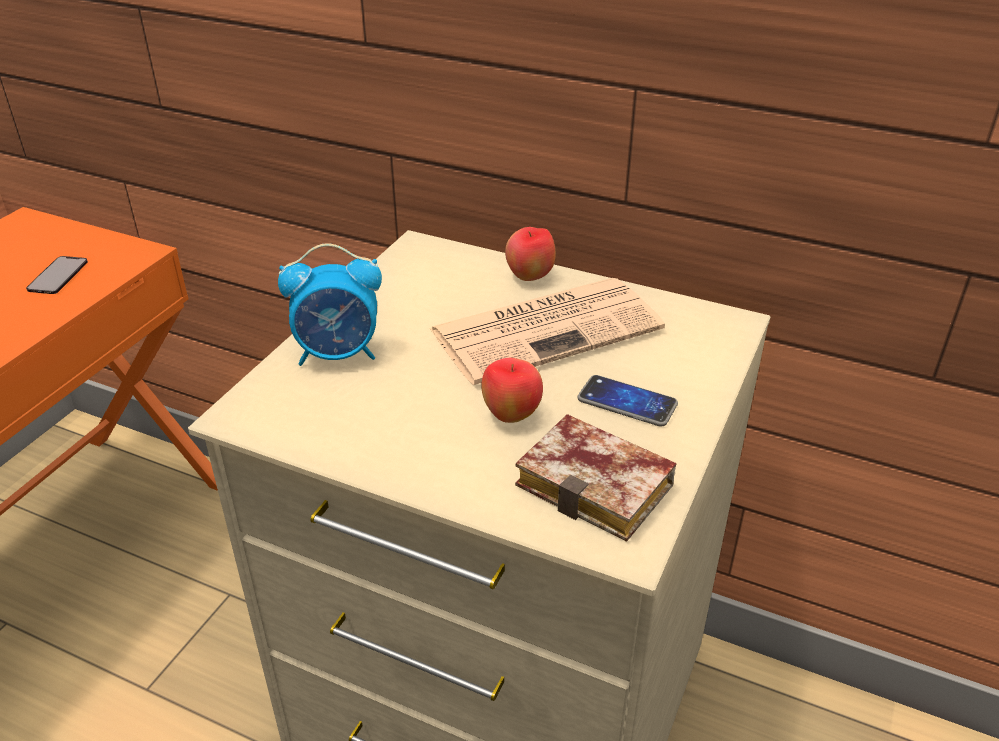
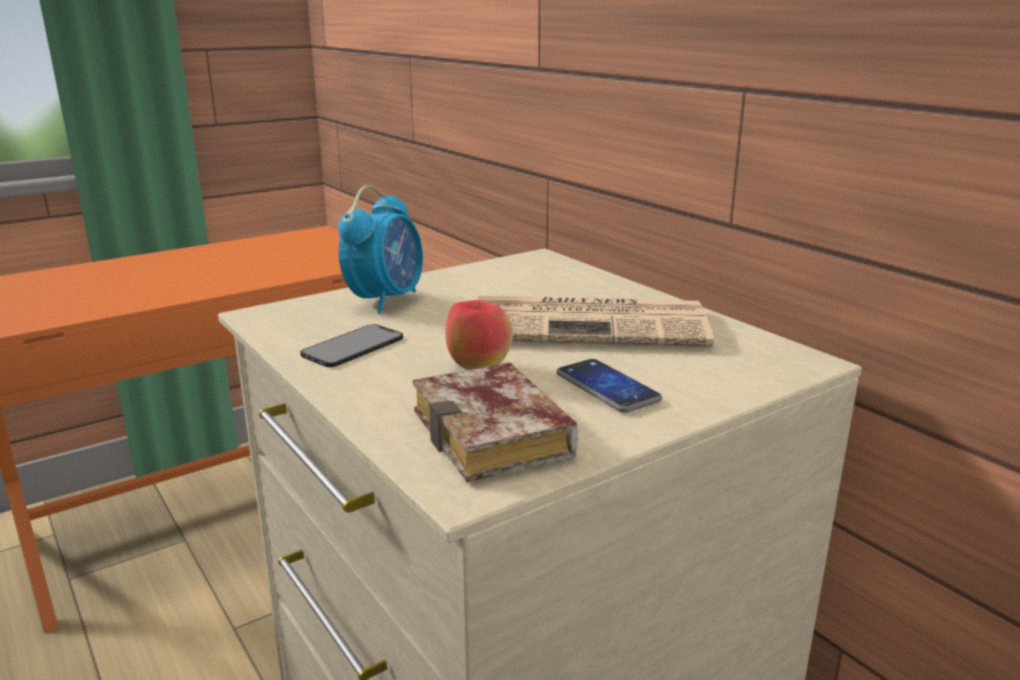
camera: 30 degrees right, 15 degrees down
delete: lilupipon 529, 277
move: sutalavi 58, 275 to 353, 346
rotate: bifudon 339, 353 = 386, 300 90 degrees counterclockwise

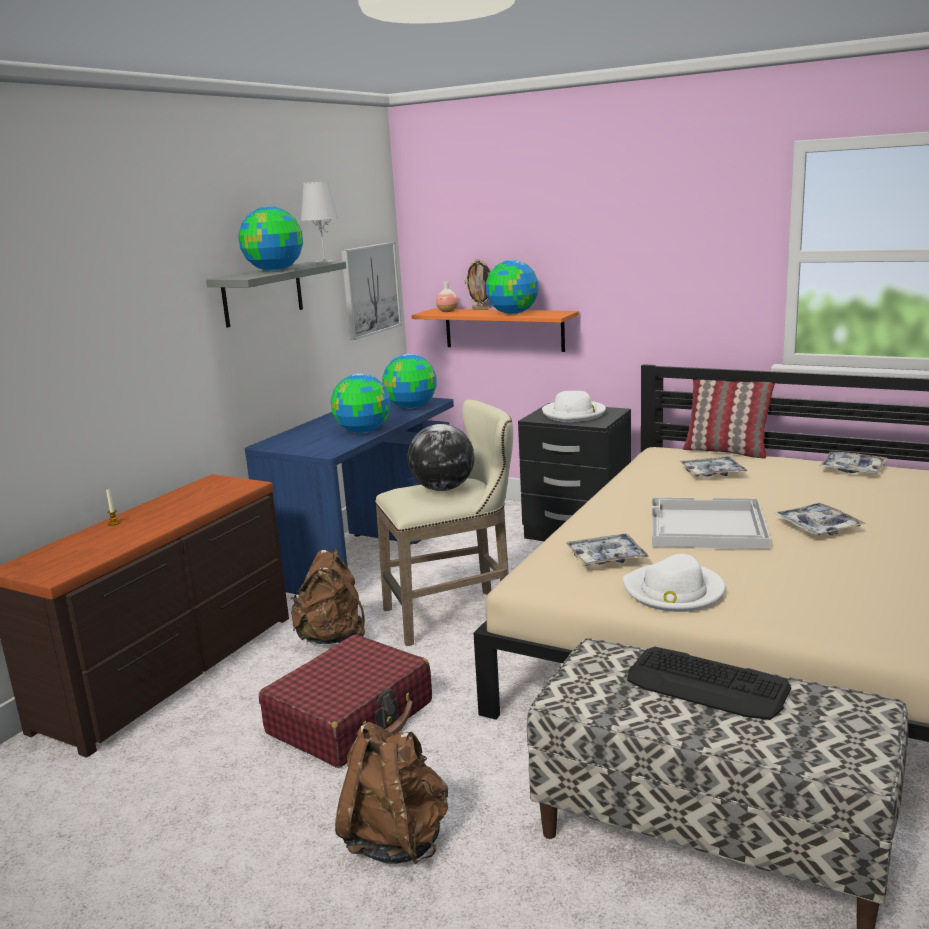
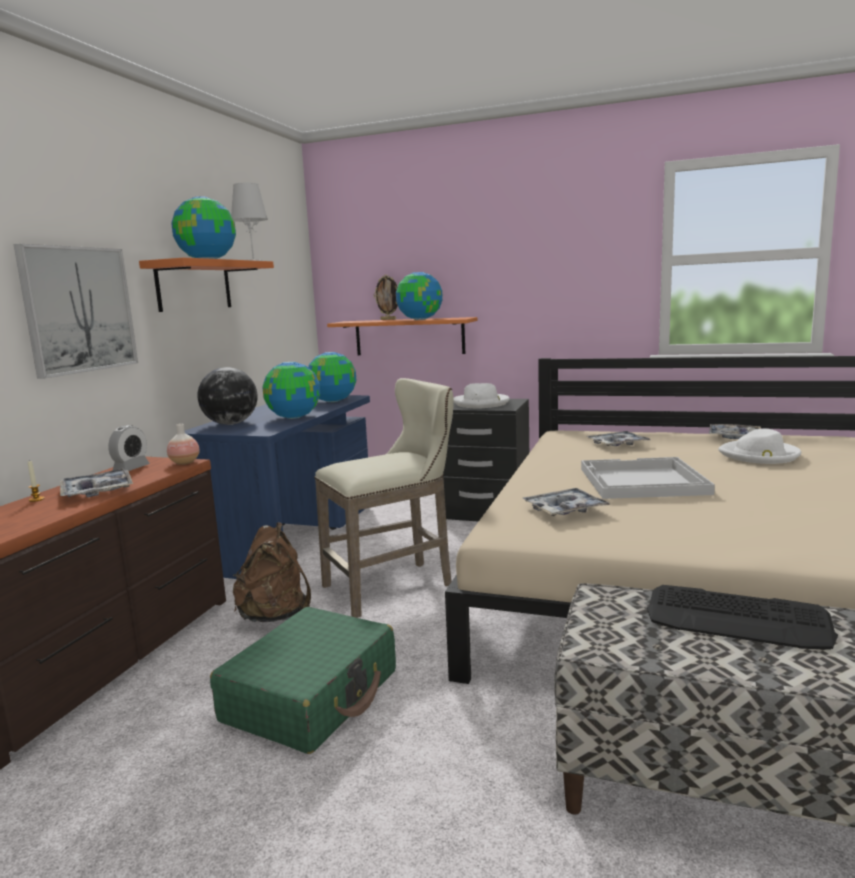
camera: 10 degrees left, 5 degrees down
delete: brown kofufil 396, 839; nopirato 726, 451
insert: bifudon 131, 468
move: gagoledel 370, 289 to 78, 309; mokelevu 817, 527 to 97, 491; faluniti 447, 311 to 184, 462; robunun 443, 489 to 231, 424; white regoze 673, 592 to 759, 455
recolor: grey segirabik 263, 294 to orange segirabik 194, 286; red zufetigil 351, 718 to green zufetigil 312, 696

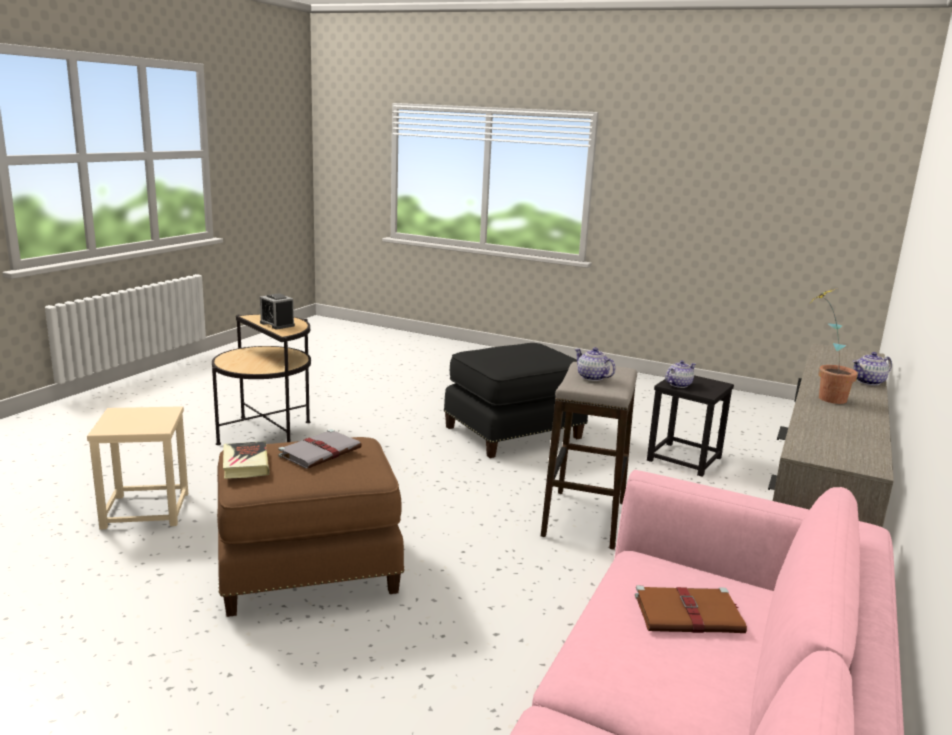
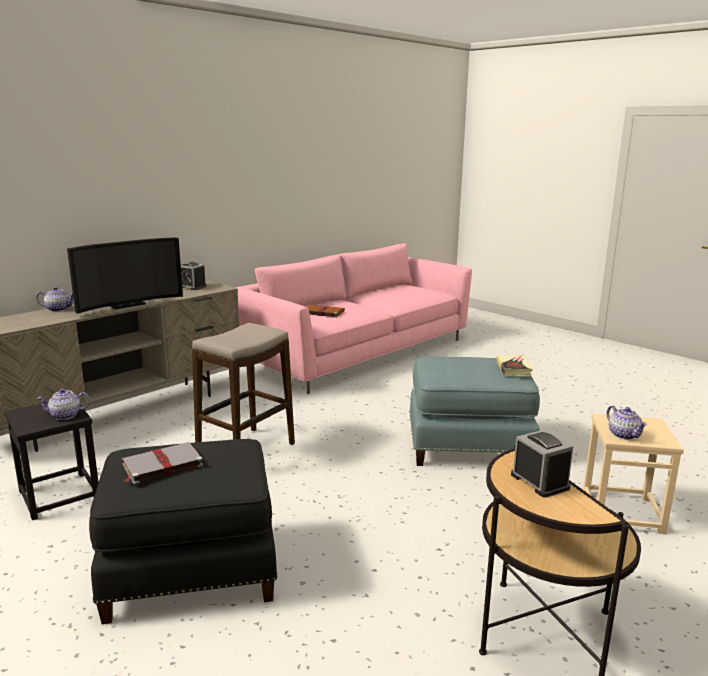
camera: 160 degrees left, 0 degrees up
insert: bifudon 191, 287
move: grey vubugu 321, 452 to 161, 465; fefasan 592, 377 to 623, 434
replace: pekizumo 823, 397 to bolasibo 126, 304
recolor: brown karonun 308, 571 to blue karonun 468, 445

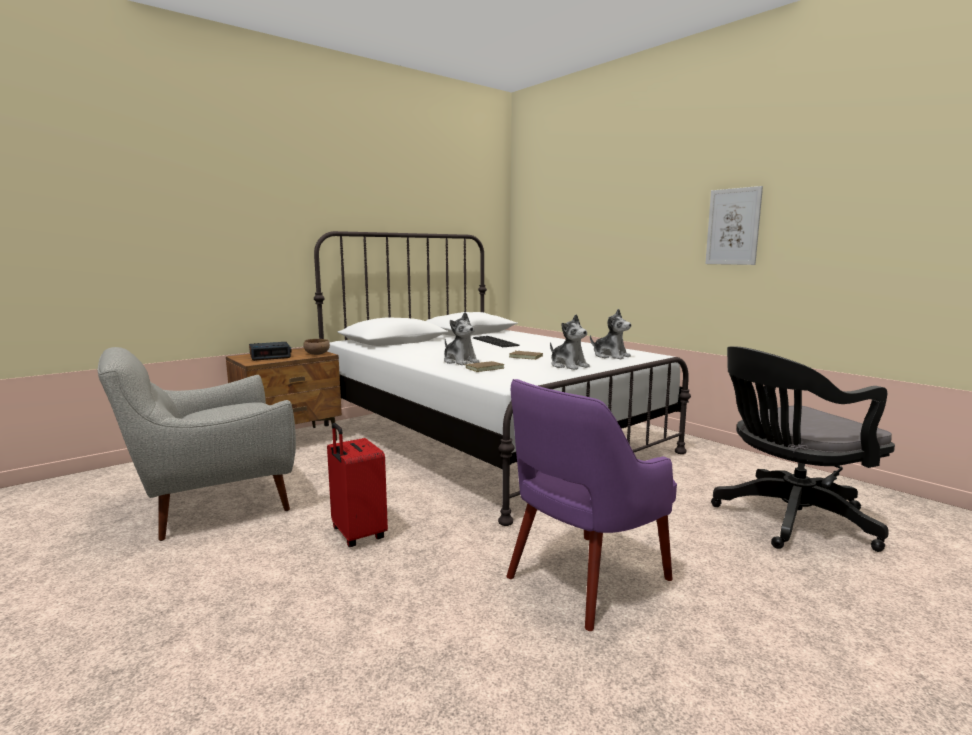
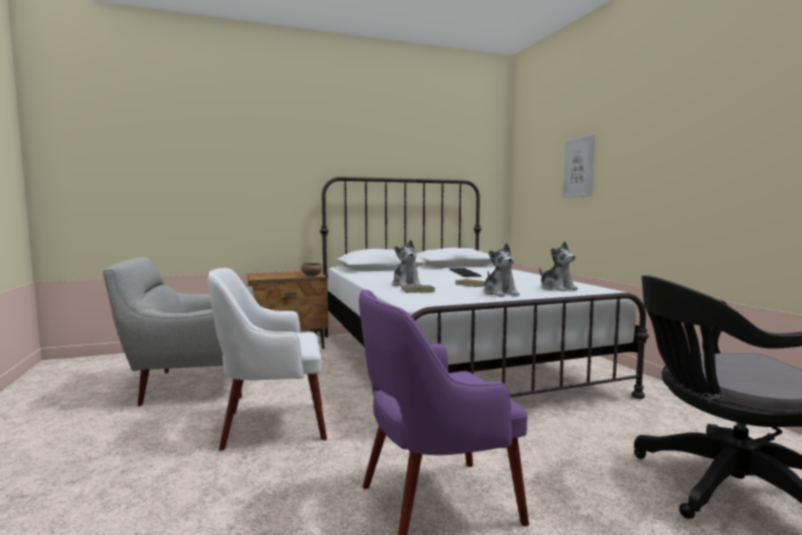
camera: 20 degrees right, 5 degrees down
delete: bifudon 270, 356
move: gagoledel 733, 226 to 578, 167
replace: red zufetigil 357, 535 to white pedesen 272, 425

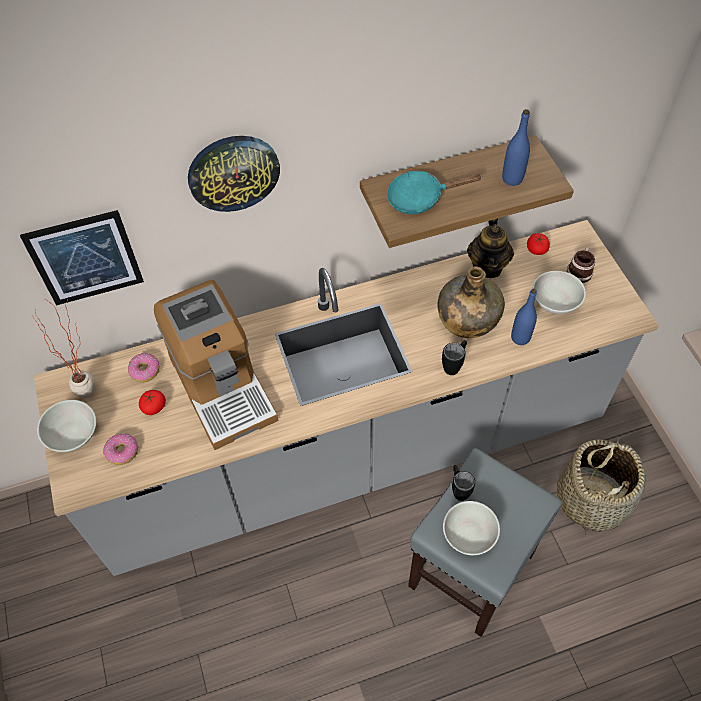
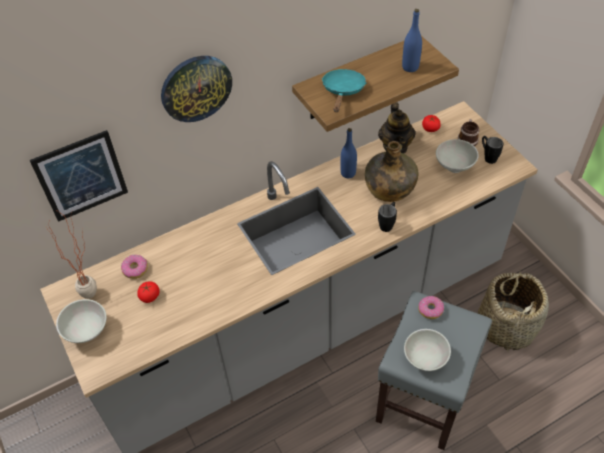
camera: 10 degrees left, 5 degrees down
delete: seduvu 222, 387
move: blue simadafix 520, 338 to 348, 173; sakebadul 122, 451 to 430, 310; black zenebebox 458, 489 to 487, 157
rotate: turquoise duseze 420, 198 = 343, 91 120 degrees clockwise

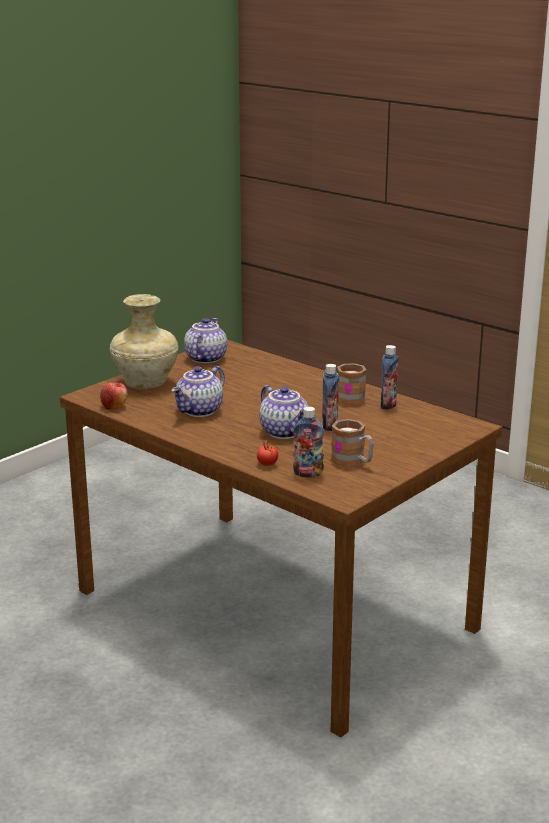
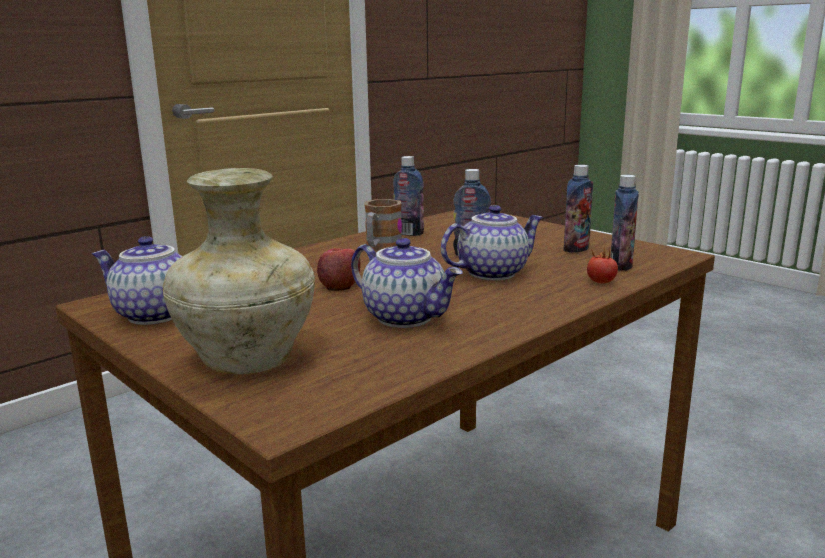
camera: 85 degrees left, 5 degrees down
move: lilupipon 114, 406 to 339, 285
replace: zenebebox 353, 461 to simadafix 576, 249

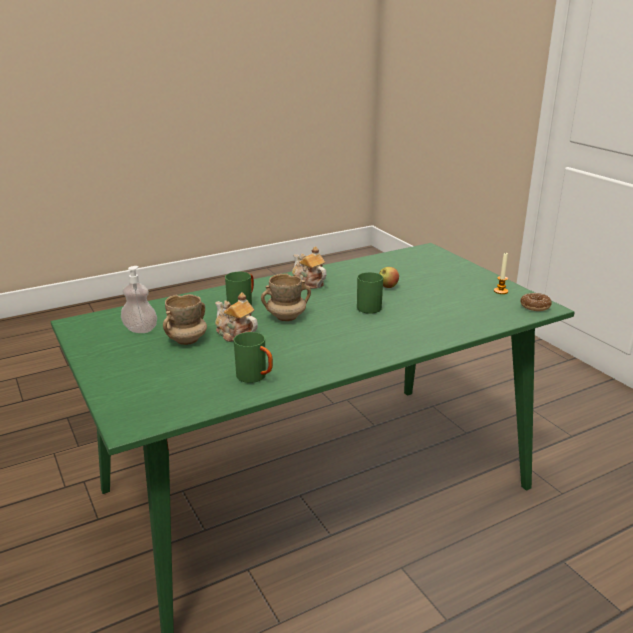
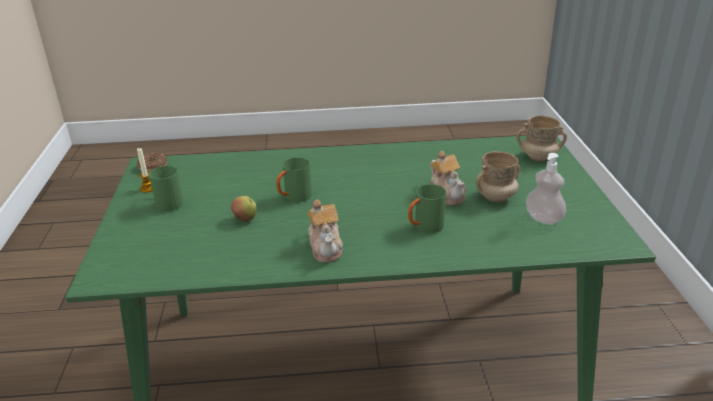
camera: 155 degrees left, 5 degrees up
move: green zenebebox 256, 377 to 168, 202; beige zenebebox 286, 317 to 538, 157

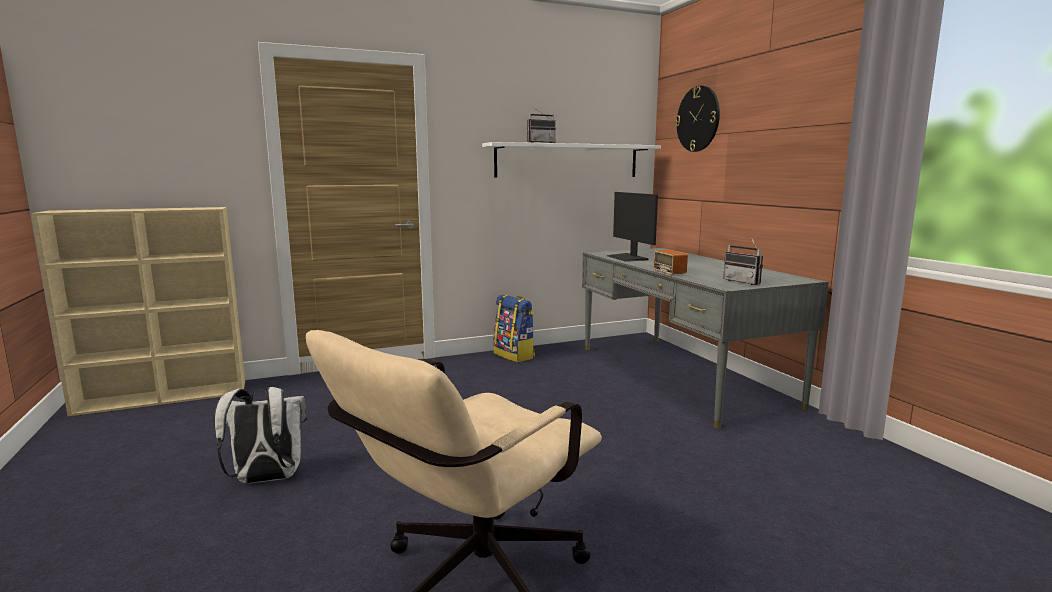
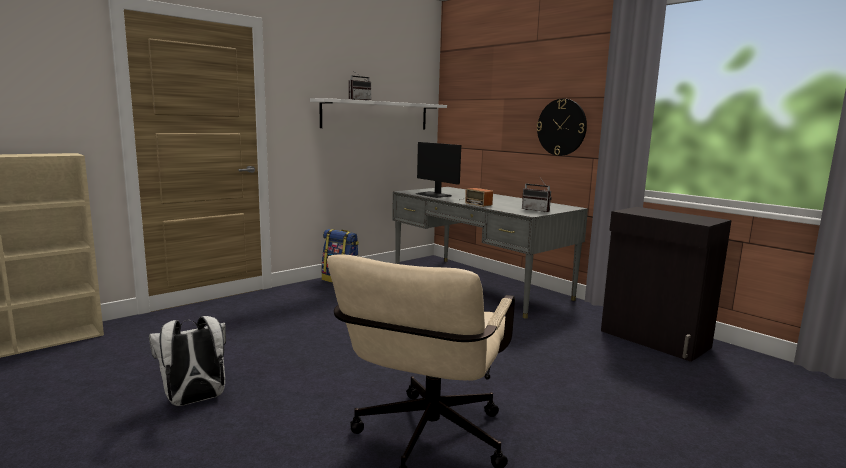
camera: 20 degrees left, 0 degrees up
insert: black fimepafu 654, 339
move: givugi 698, 119 to 561, 127

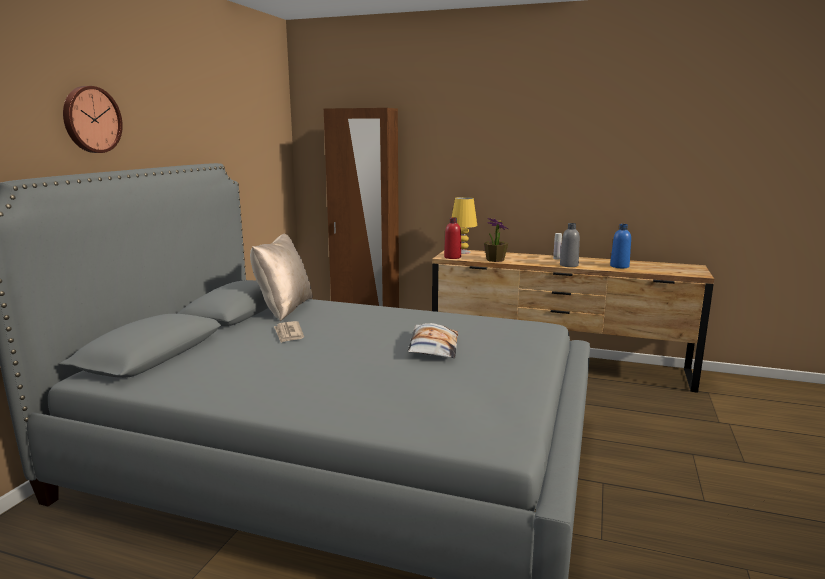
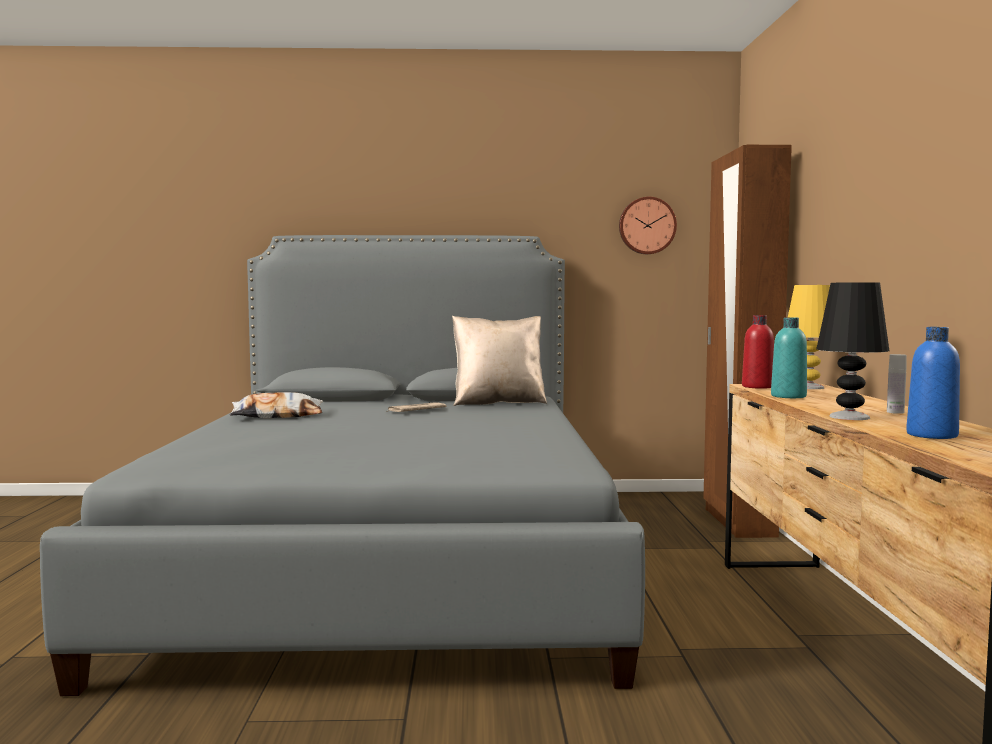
camera: 70 degrees right, 10 degrees down
move: nopirato 433, 347 to 277, 415; givugi 91, 119 to 647, 225
replace: pekizumo 495, 260 to turquoise simadafix 788, 396; grey simadafix 569, 265 to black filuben 849, 417

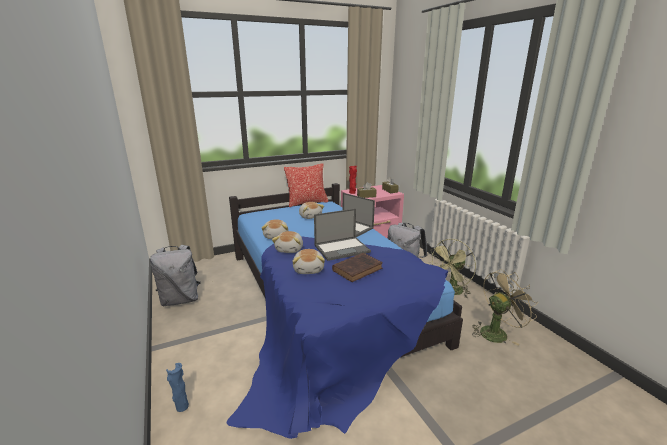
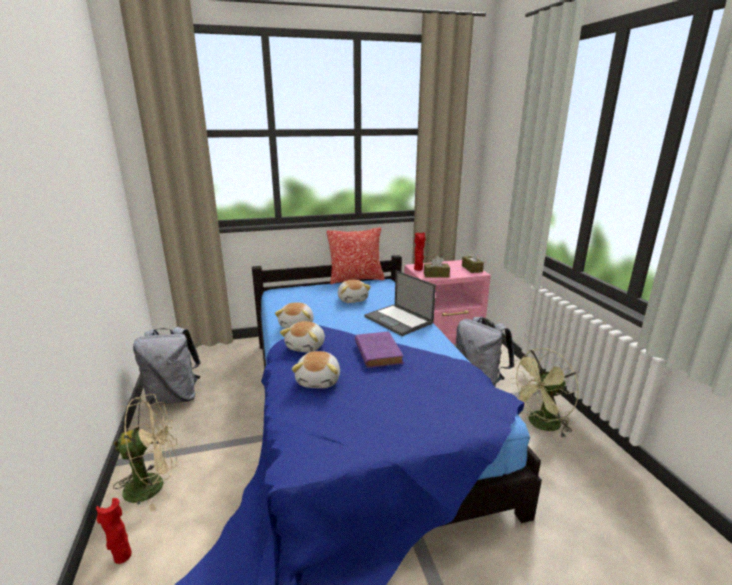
camera: 10 degrees right, 0 degrees up
delete: brown vubugu 358, 269
move: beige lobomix 496, 332 to 153, 485
replace: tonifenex 342, 248 to purple vubugu 377, 351
recolor: blue faluniti 181, 407 to red faluniti 122, 556

